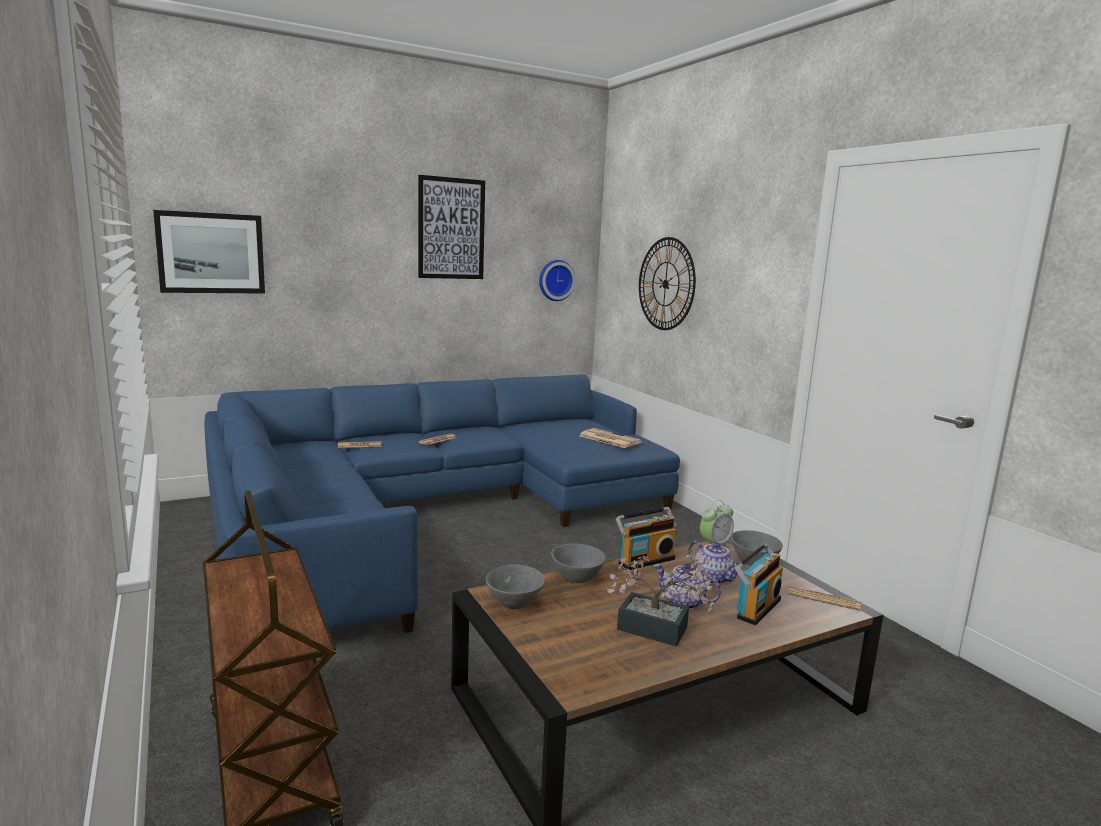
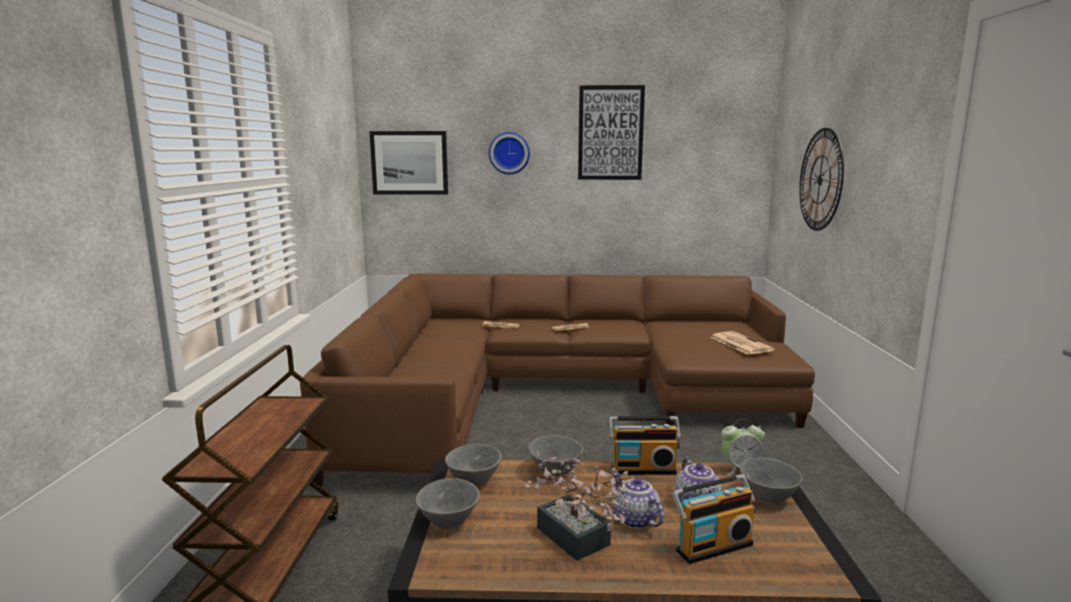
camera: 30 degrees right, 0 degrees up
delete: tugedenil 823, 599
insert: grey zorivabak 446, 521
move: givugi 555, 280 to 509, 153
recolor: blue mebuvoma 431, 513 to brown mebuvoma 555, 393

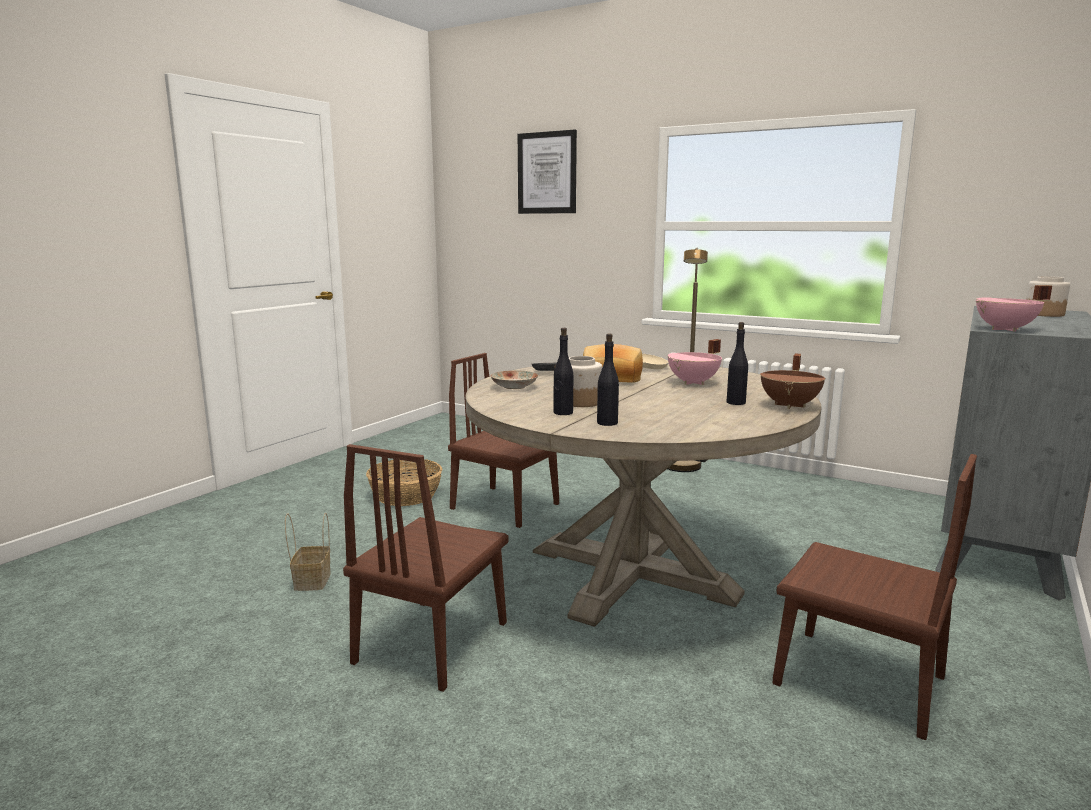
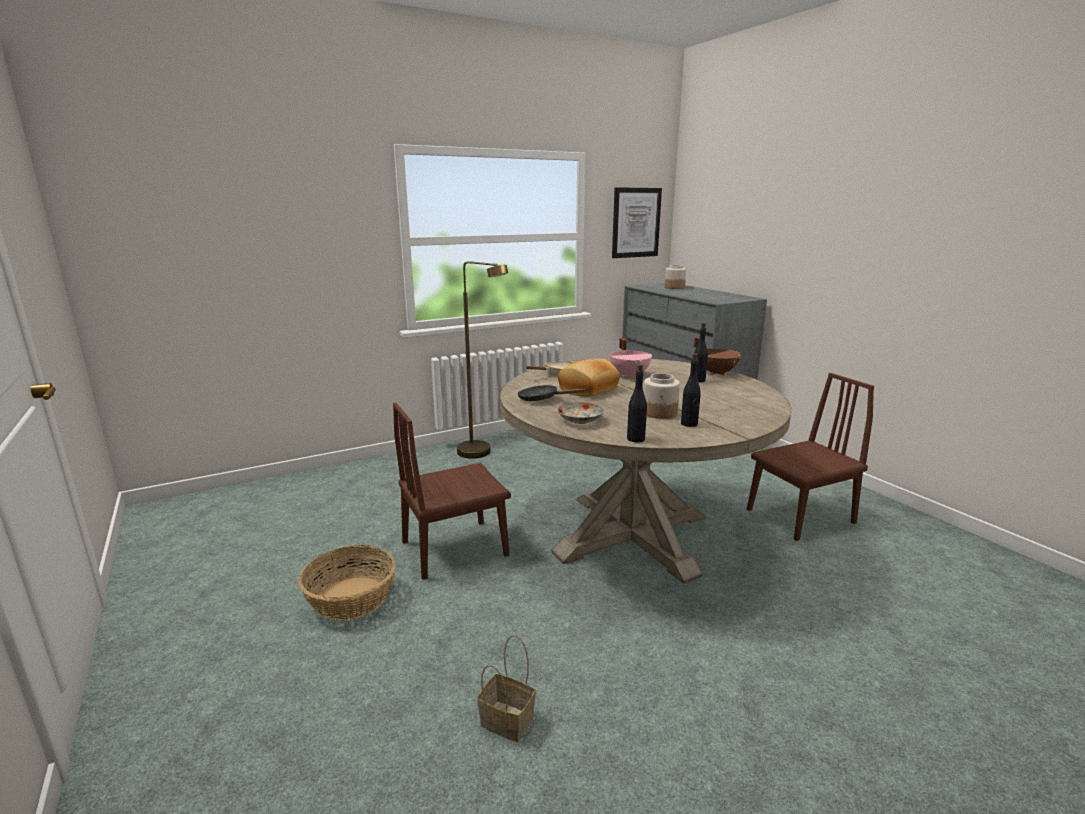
camera: 60 degrees left, 5 degrees up
delete: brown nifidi 432, 642; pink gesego 1006, 329
move: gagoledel 547, 173 to 636, 223; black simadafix 607, 423 to 635, 439

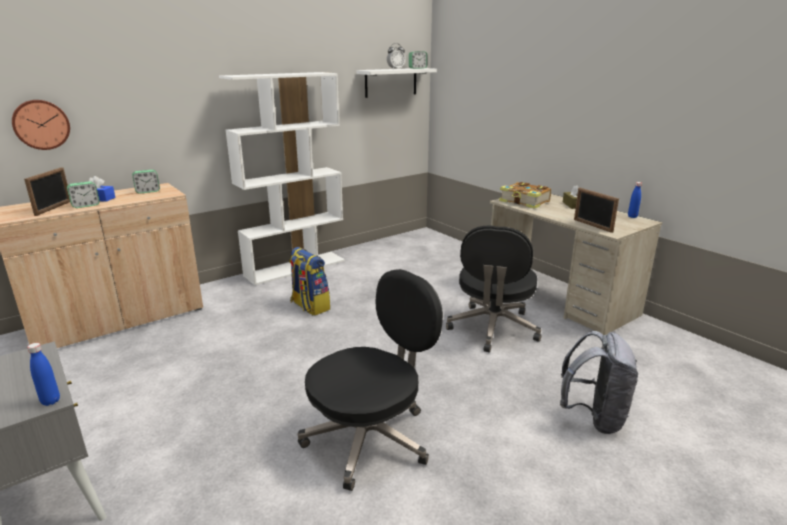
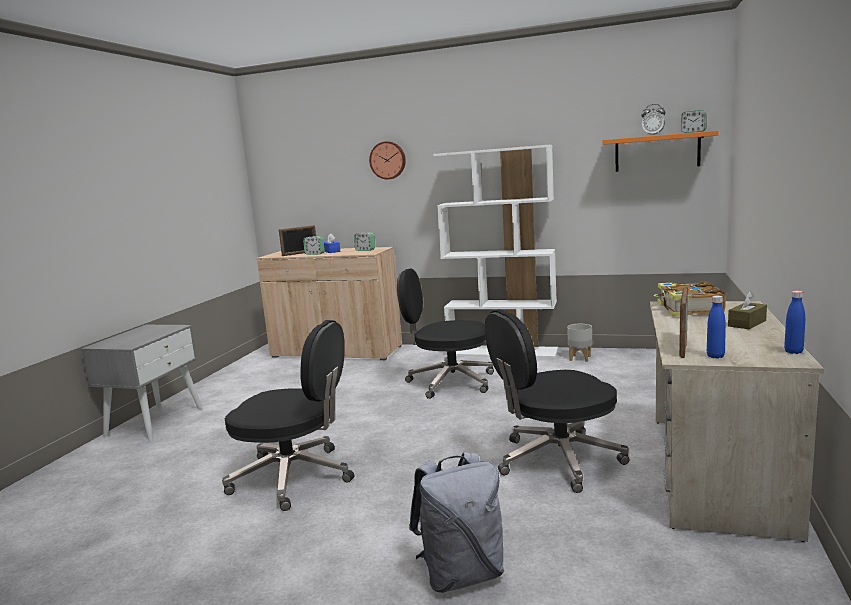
camera: 55 degrees right, 10 degrees down
insert: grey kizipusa 580, 358
move: givugi 41, 124 to 388, 160; blue simadafix 50, 401 to 715, 356
replace: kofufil 309, 306 to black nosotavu 449, 382
recolor: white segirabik 391, 82 to orange segirabik 657, 152

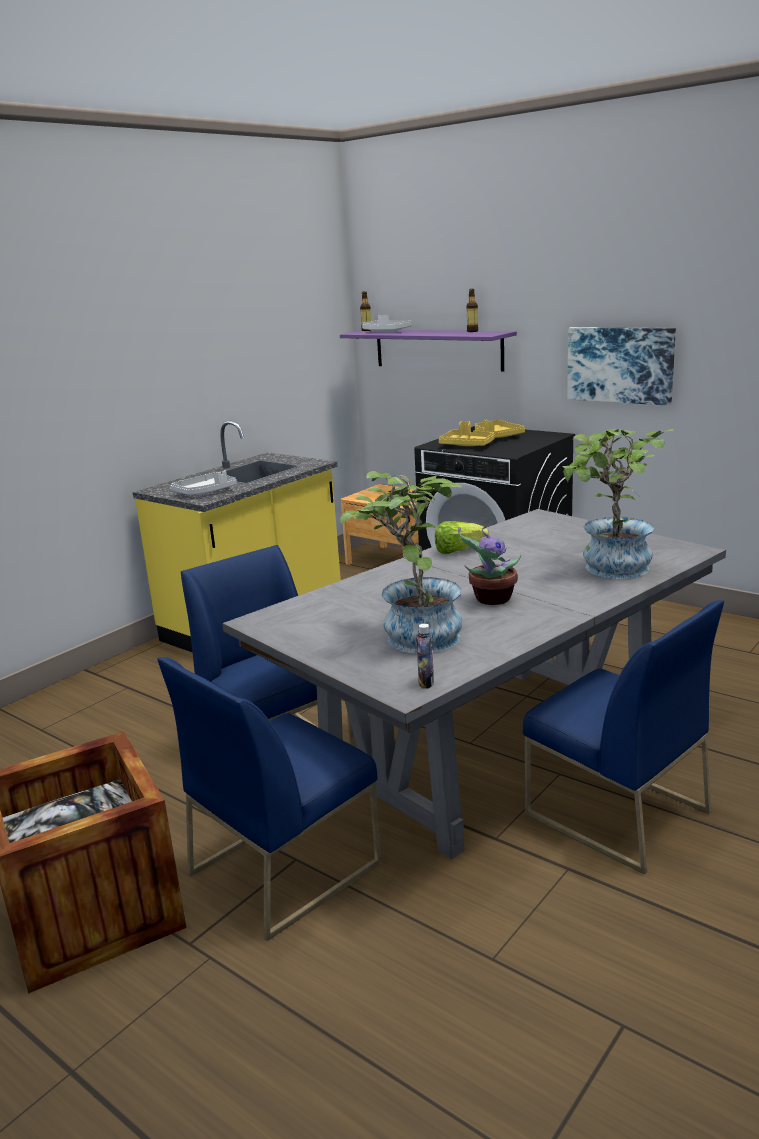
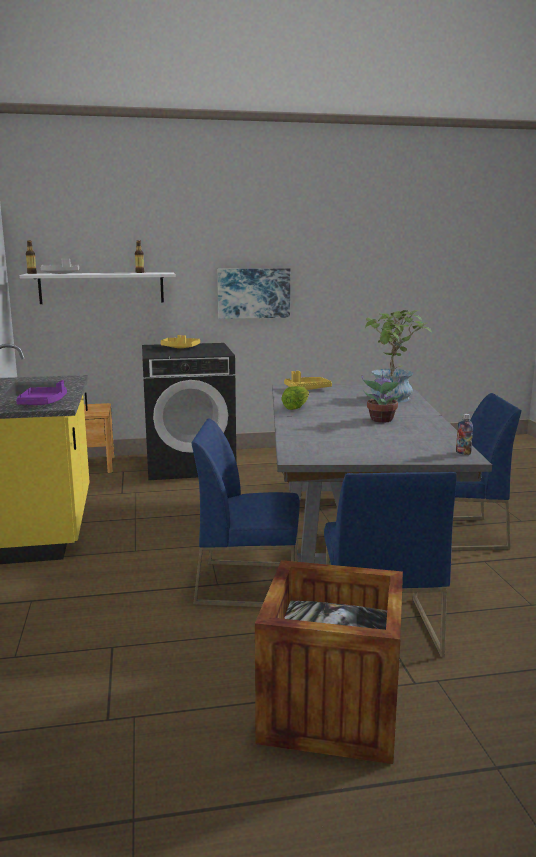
camera: 50 degrees left, 5 degrees down
delete: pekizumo 412, 635
move: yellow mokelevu 467, 445 to 307, 389
recolor: grey mokelevu 205, 492 to purple mokelevu 43, 403; purple segirabik 438, 349 to white segirabik 101, 288

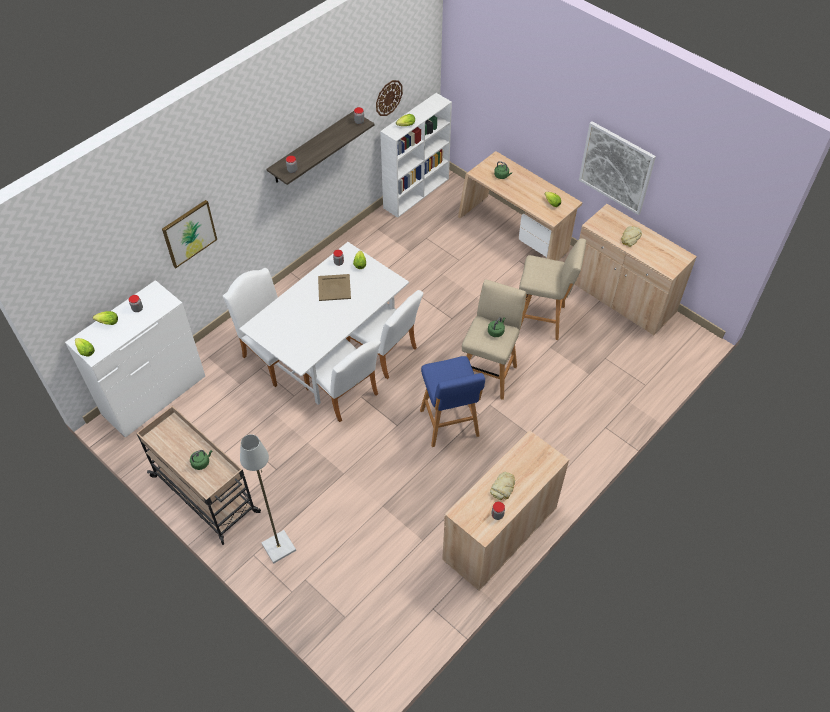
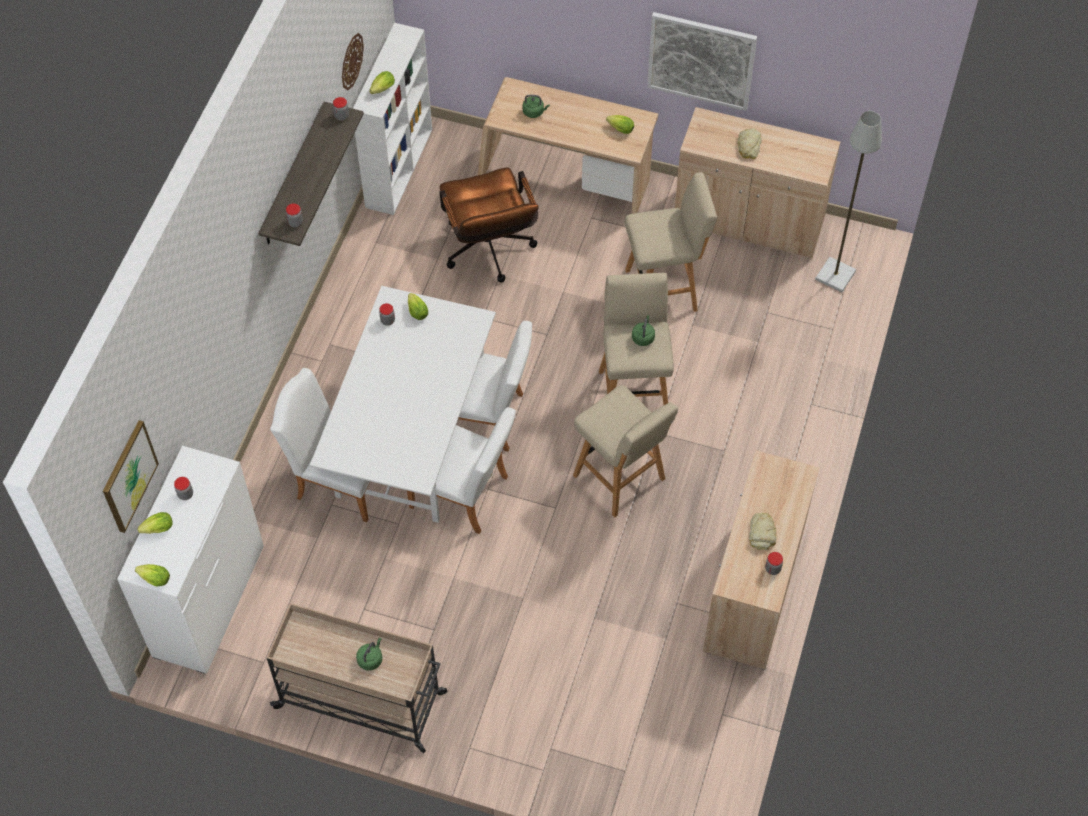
camera: 25 degrees left, 5 degrees up
delete: beige mokelevu 334, 287
insert: brown nosotavu 490, 253
move: gagoledel 189, 233 to 129, 476; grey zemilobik 279, 546 to 835, 275
recolor: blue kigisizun 450, 425 to beige kigisizun 621, 479

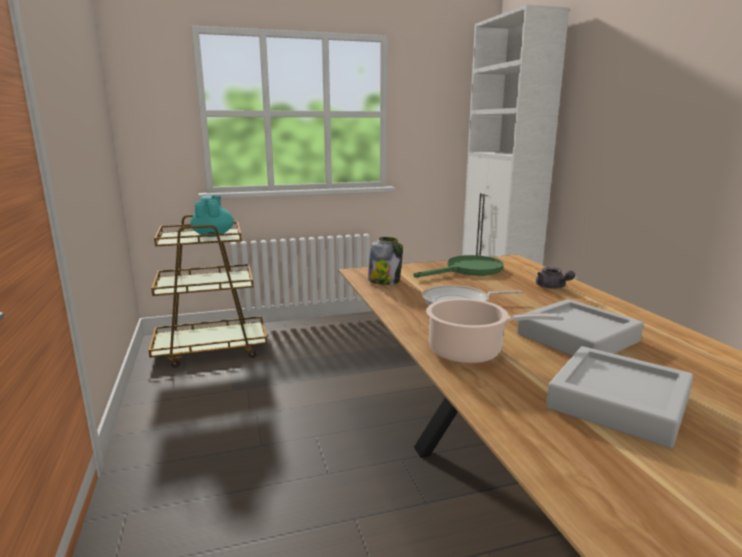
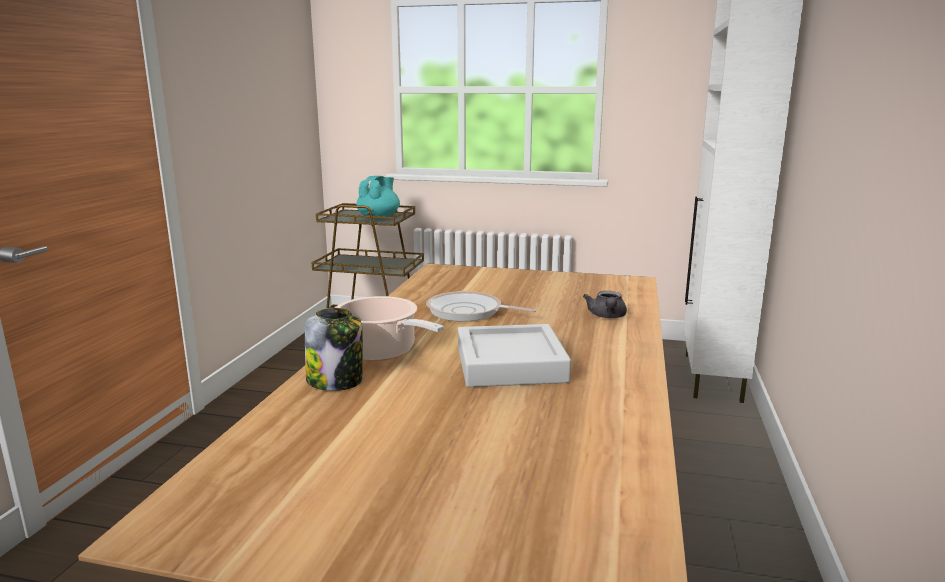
camera: 30 degrees right, 0 degrees up
delete: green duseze 468, 270; grey mokelevu 618, 402
move: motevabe 384, 281 to 336, 381

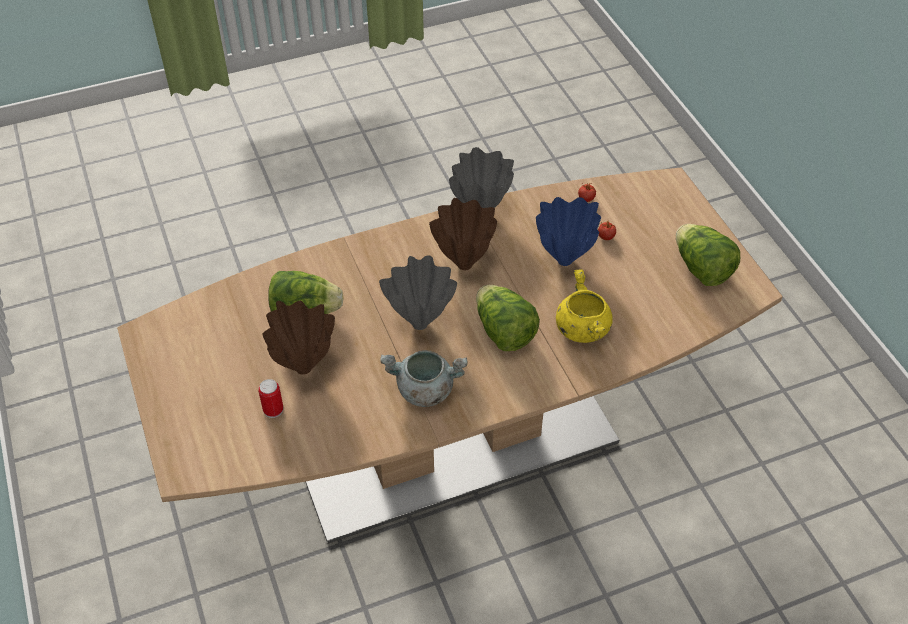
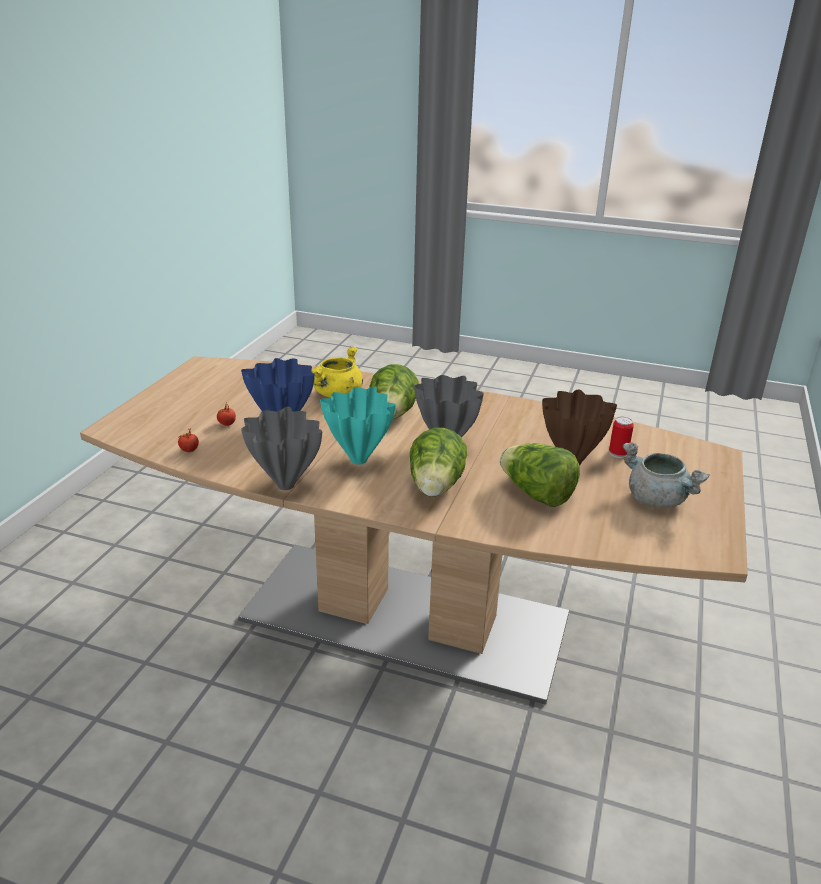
camera: 140 degrees left, 20 degrees down
move: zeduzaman 701, 269 to 436, 487; grey gesego 424, 390 to 657, 500
recolor: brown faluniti 464, 264 to turquoise faluniti 358, 461

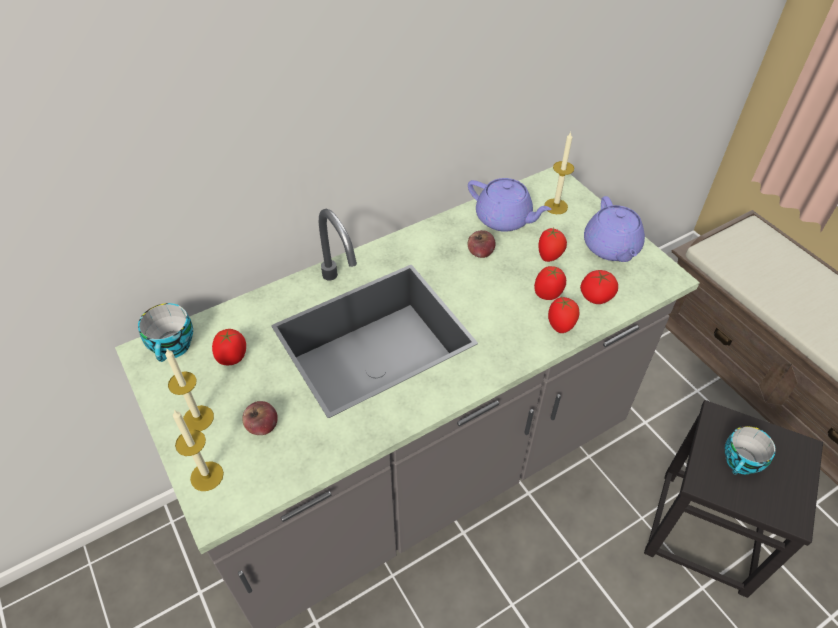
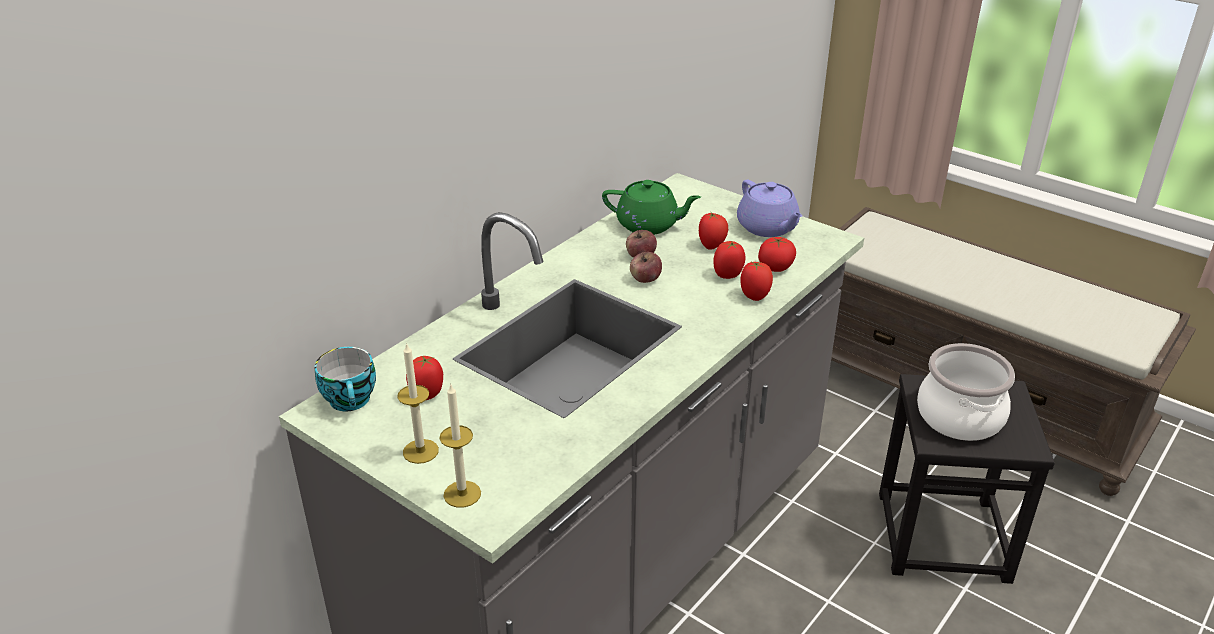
camera: 20 degrees left, 15 degrees down
delete: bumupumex 556, 206
move: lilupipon 262, 426 to 645, 279
replace: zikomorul 741, 463 to gesego 960, 416
recolor: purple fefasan 504, 219 to green fefasan 649, 225

